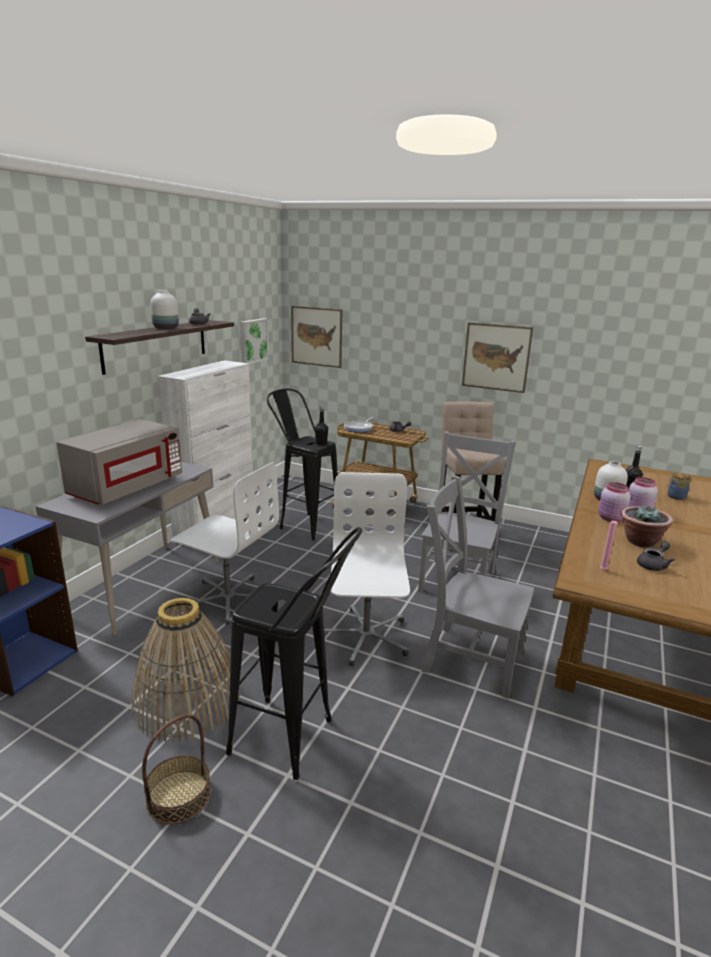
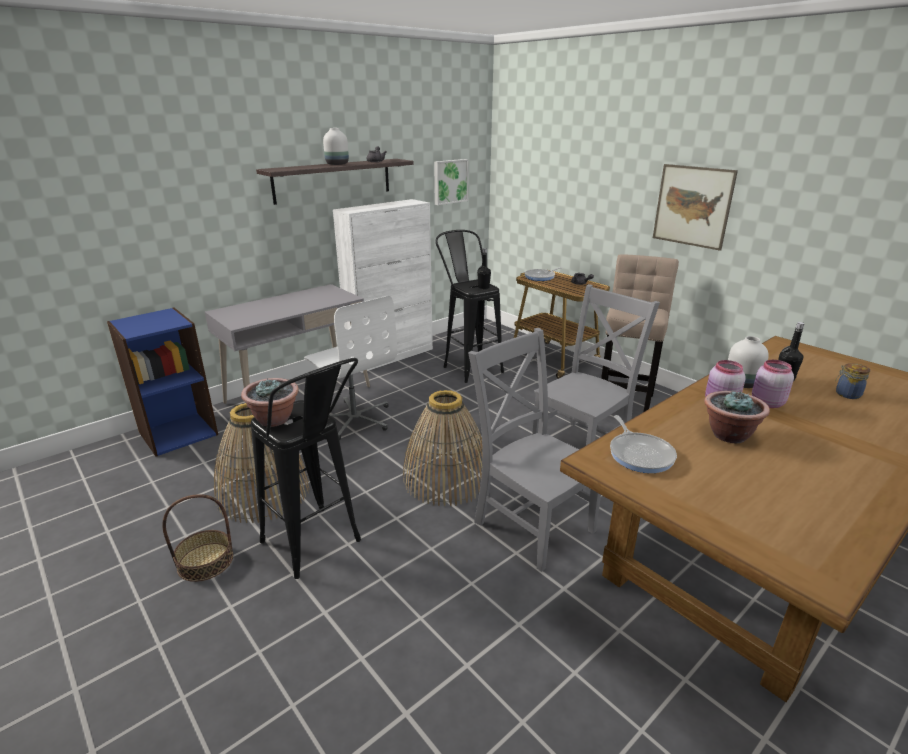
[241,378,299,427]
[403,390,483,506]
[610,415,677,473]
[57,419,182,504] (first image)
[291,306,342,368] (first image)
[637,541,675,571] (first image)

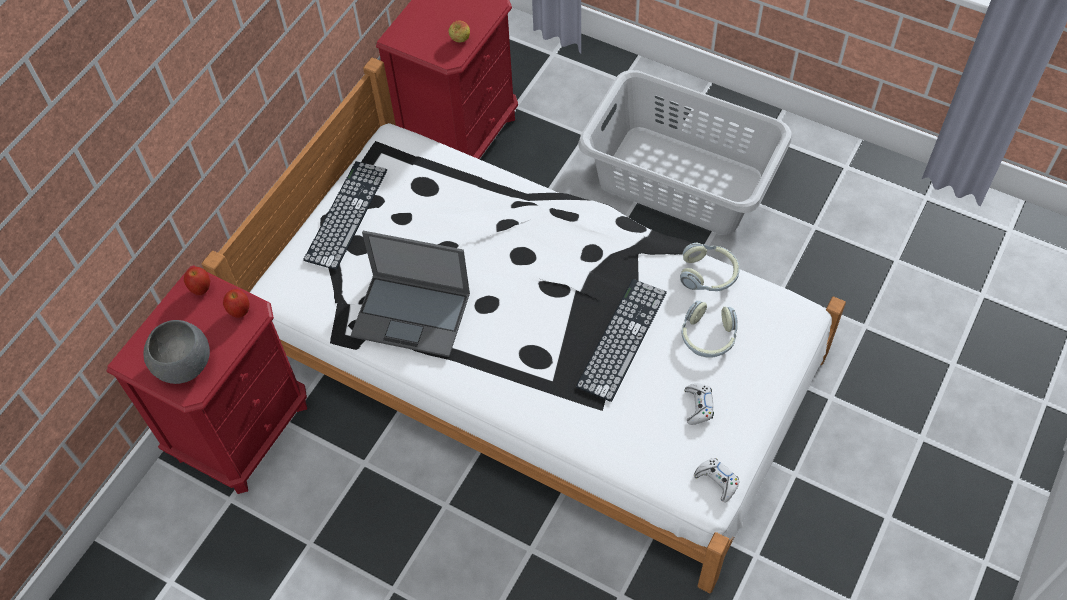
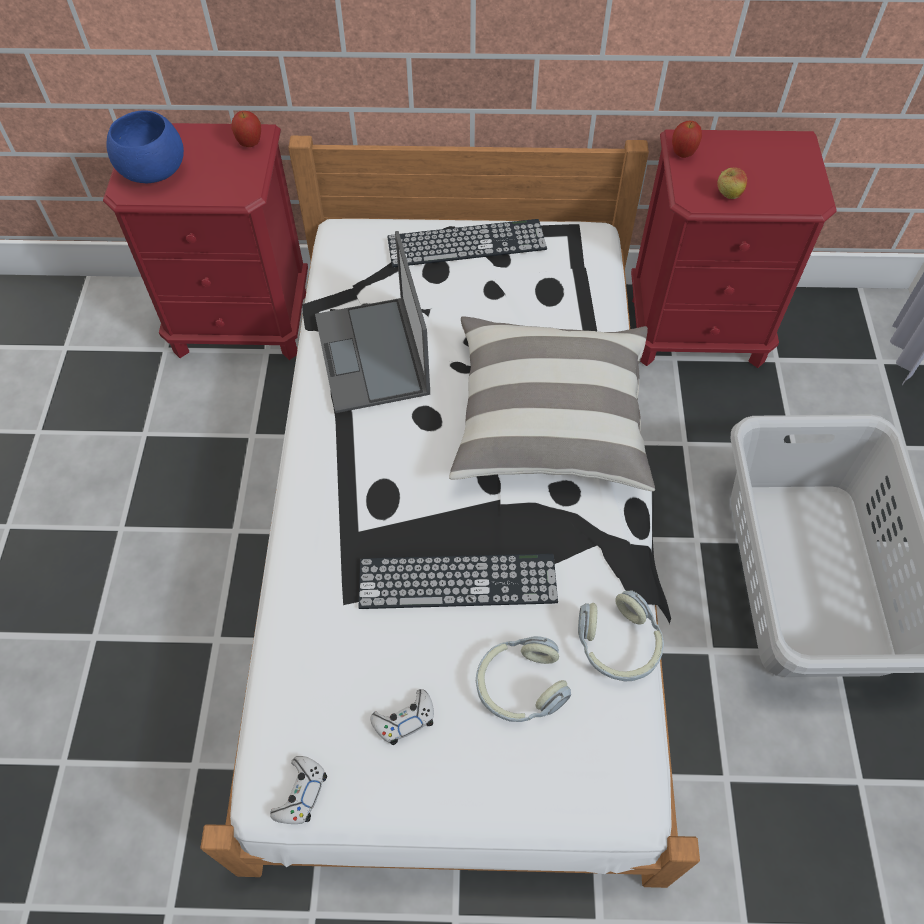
[107,110,184,183]
[449,316,655,491]
[672,121,702,158]

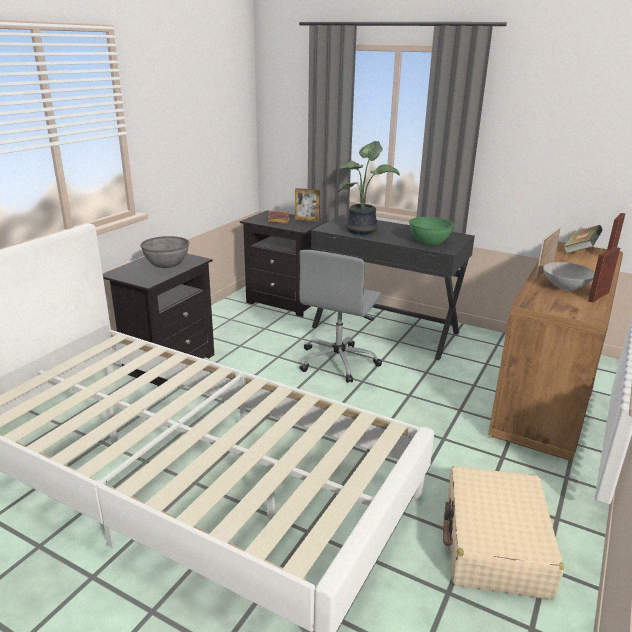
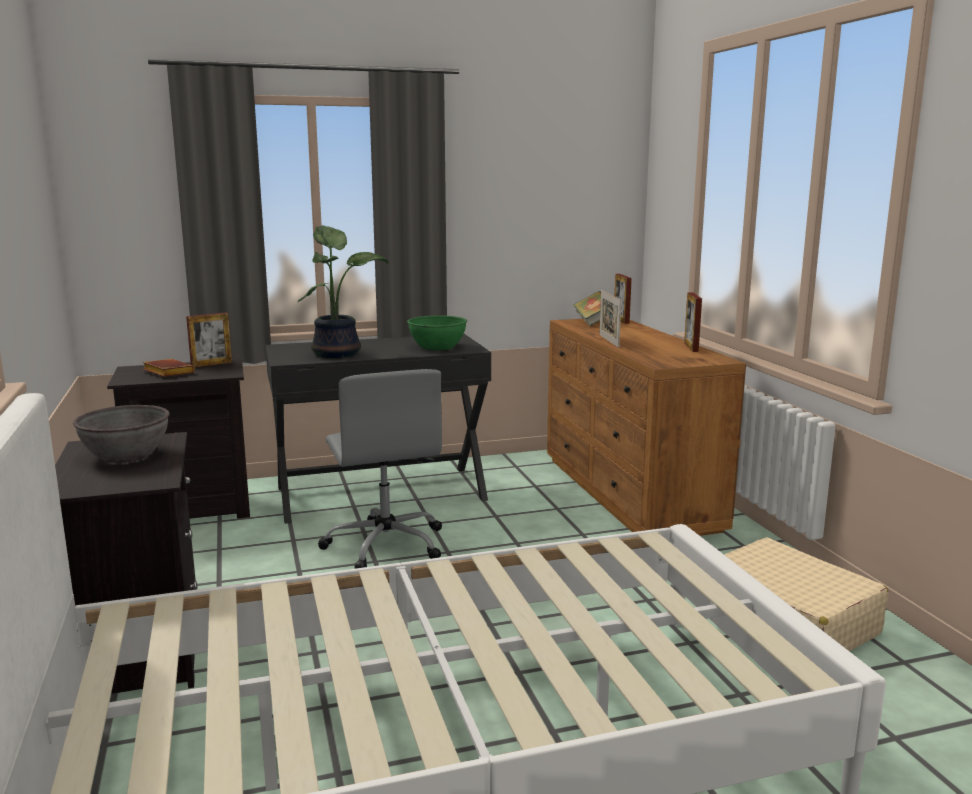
[543,262,595,291] (first image)

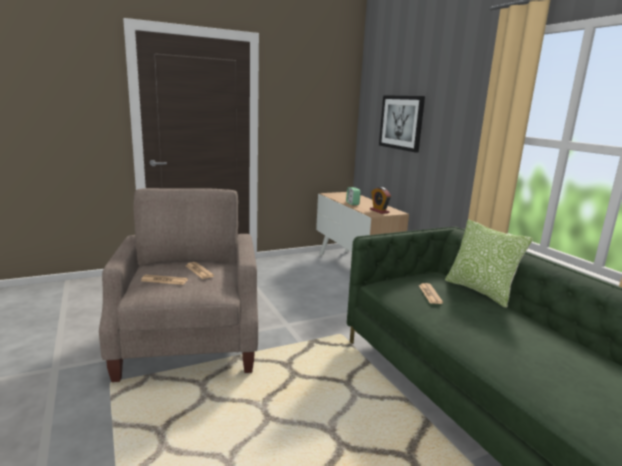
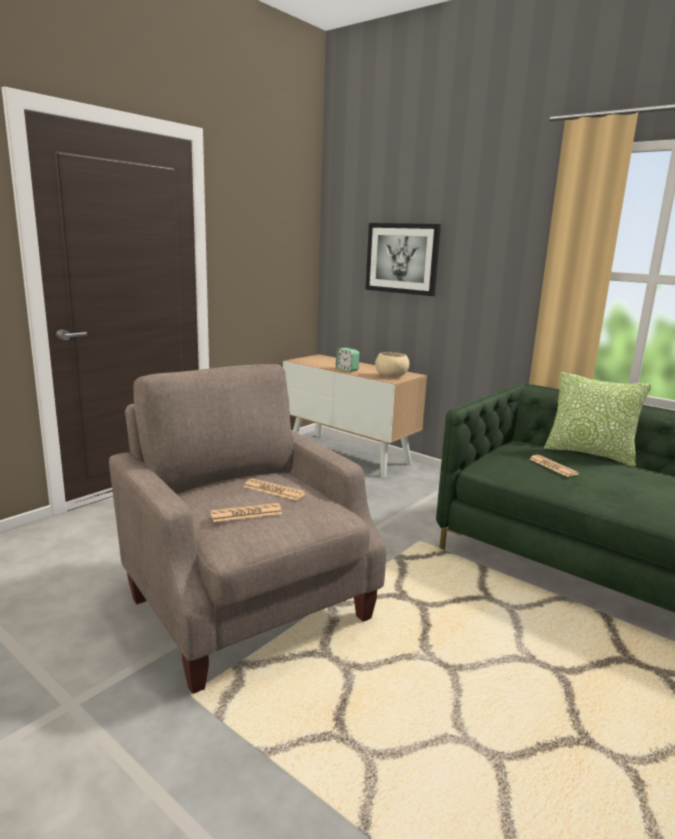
[375,352,409,377]

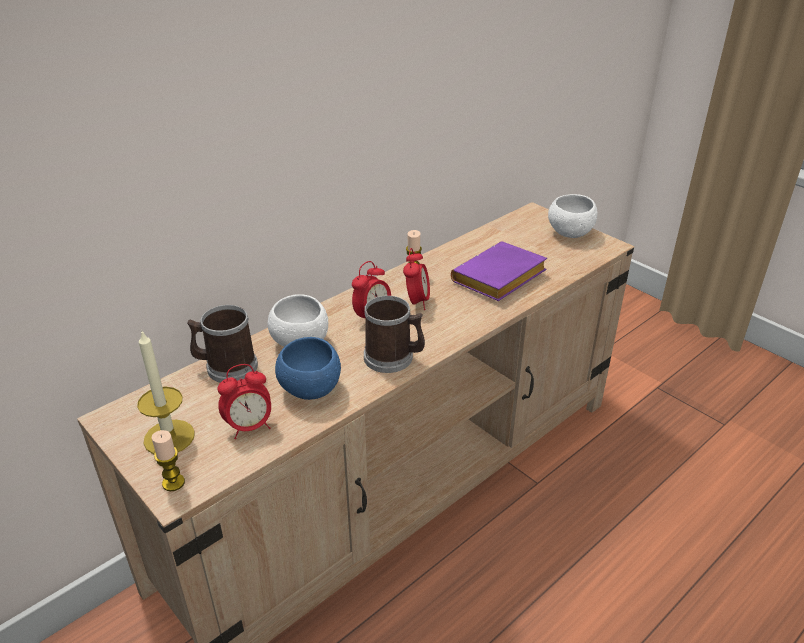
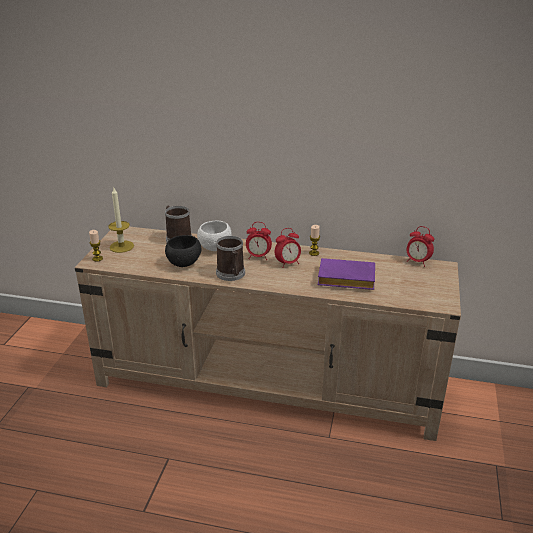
[165,235,201,267]
[407,226,434,267]
[548,194,597,238] (first image)

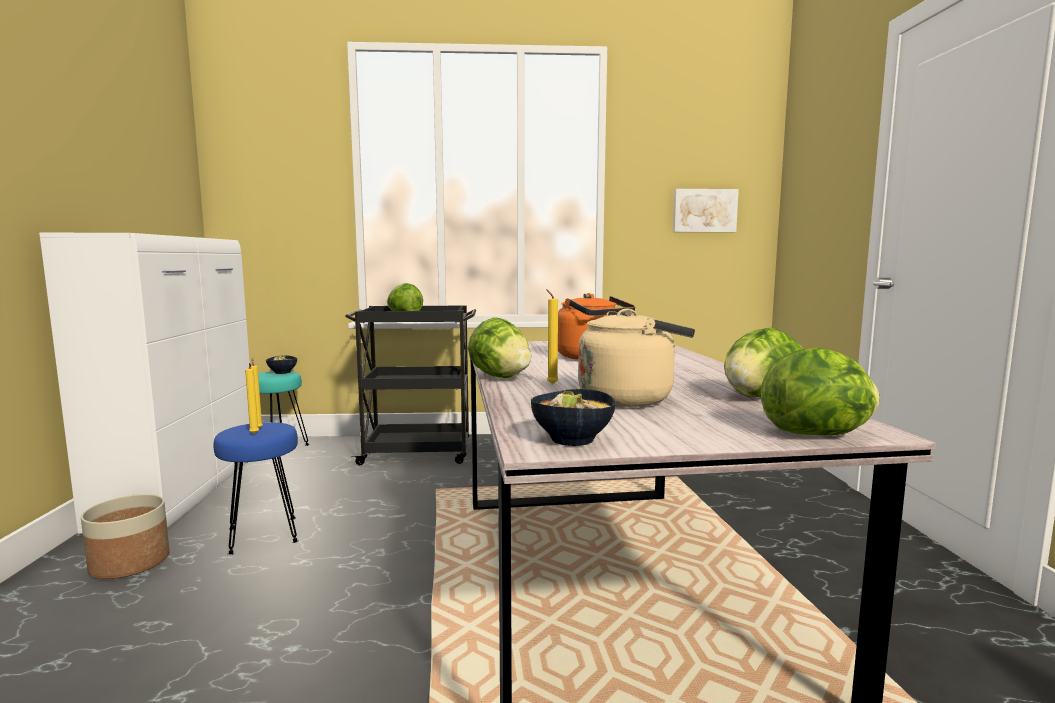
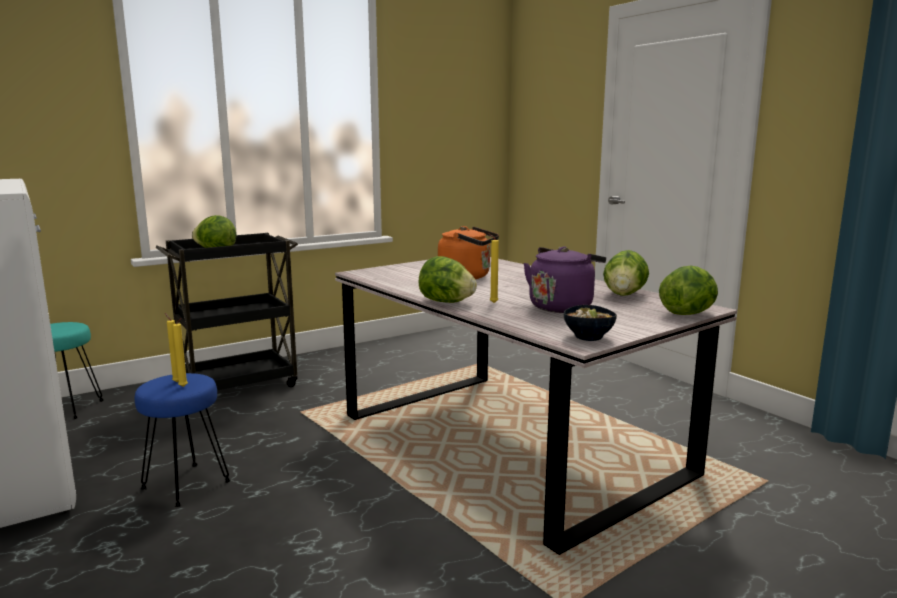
[523,246,606,313]
[81,494,170,579] (first image)
[266,355,297,374] (first image)
[673,189,739,232] (first image)

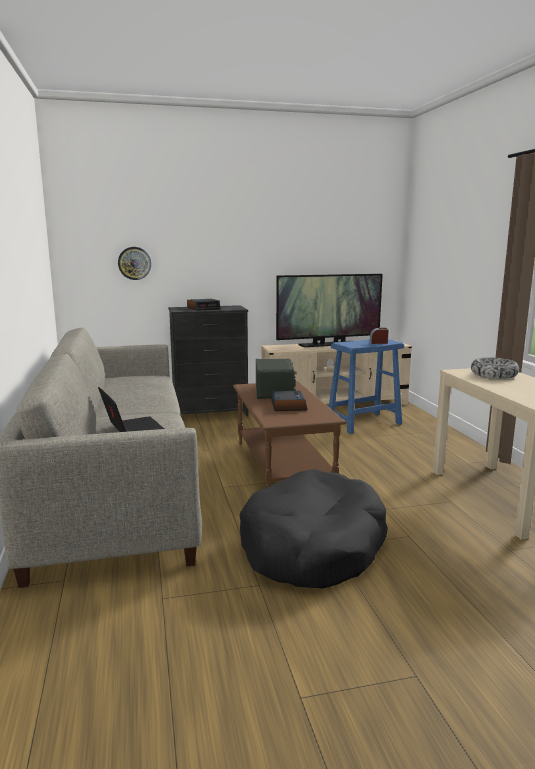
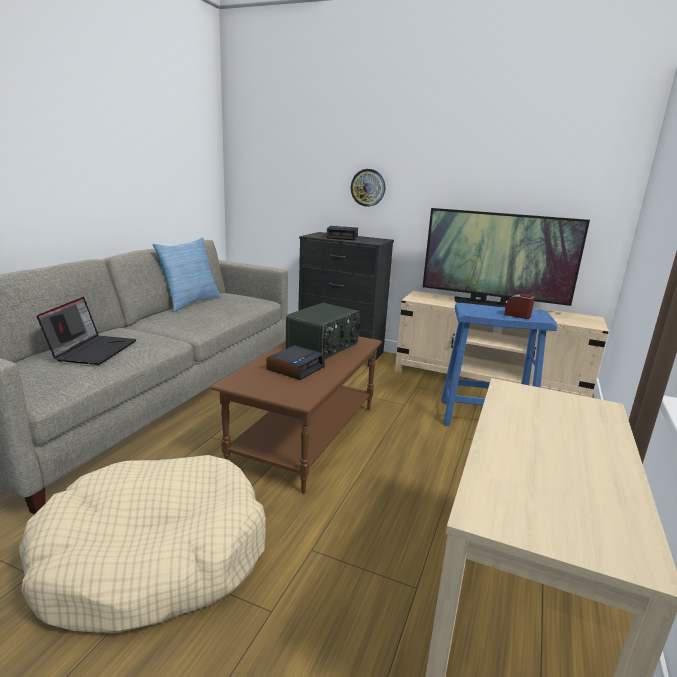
[19,455,266,634]
[152,237,222,312]
[351,169,385,207]
[471,357,519,379] (first image)

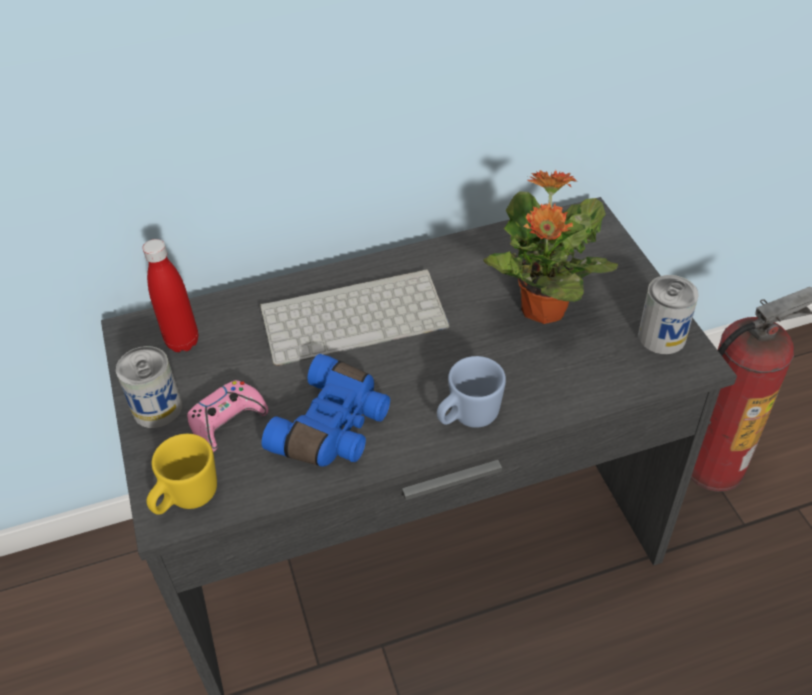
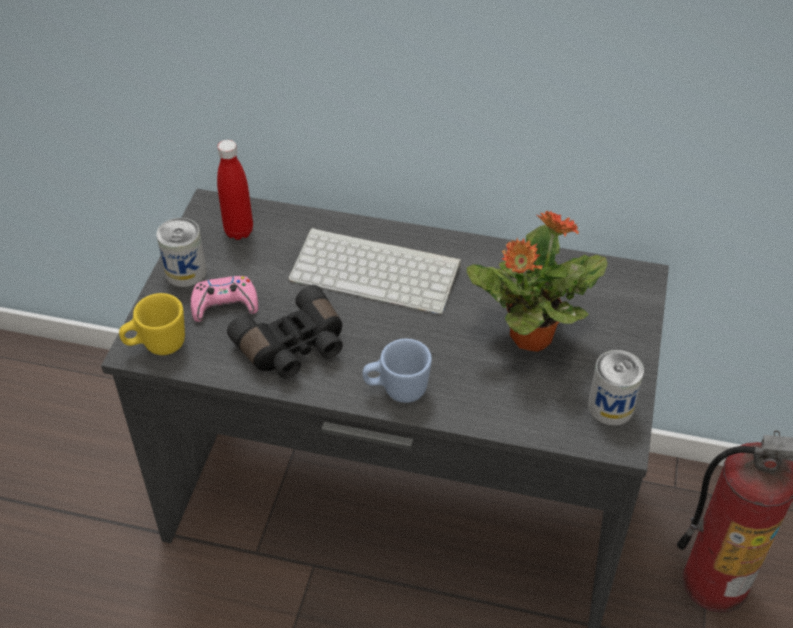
[227,285,343,379]

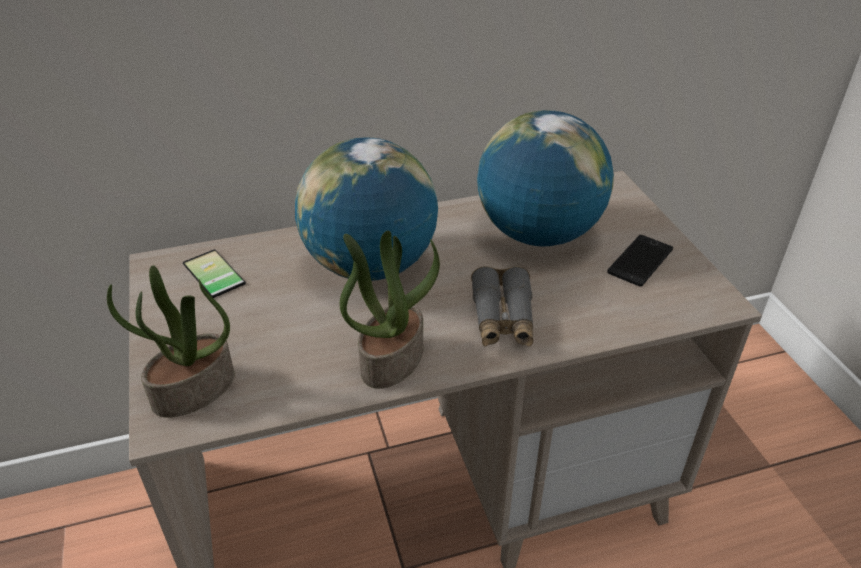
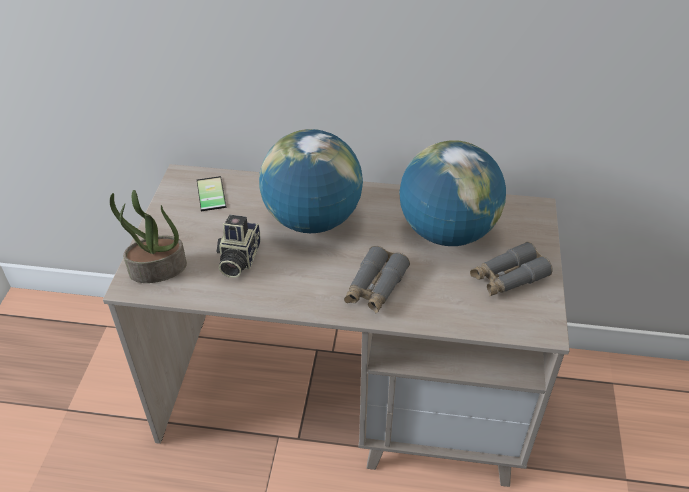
[216,215,261,278]
[470,242,553,297]
[340,231,440,389] (first image)

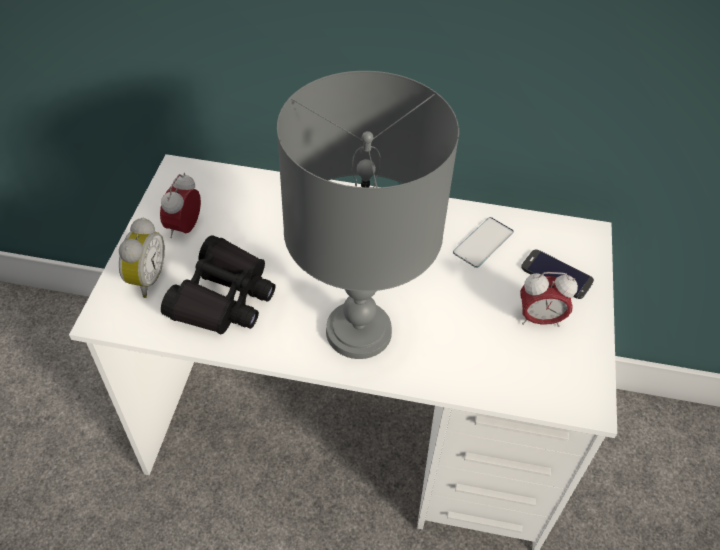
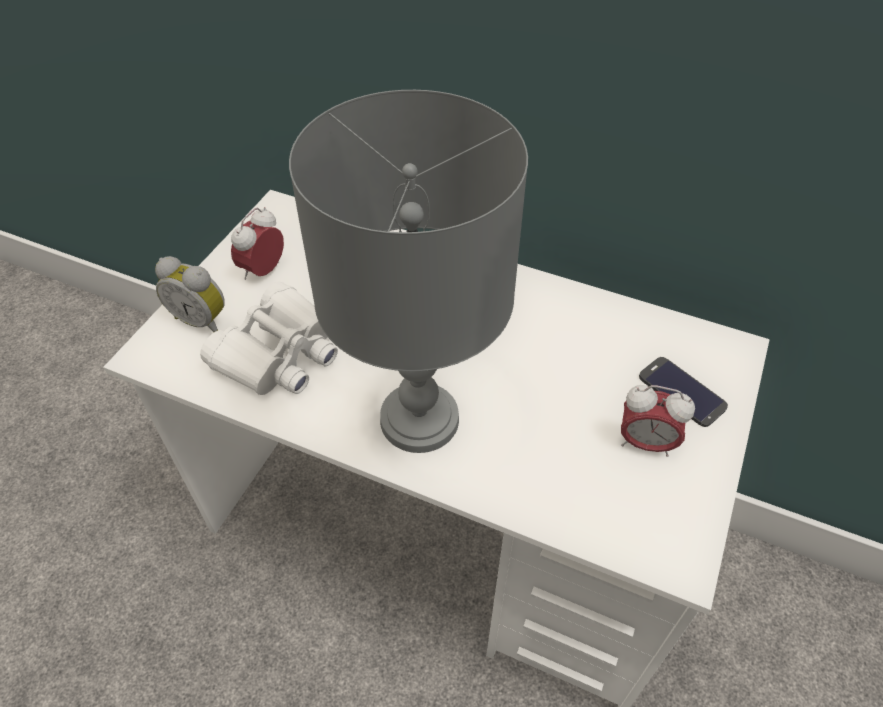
[155,256,225,332]
[200,282,338,395]
[453,217,514,268] (first image)

